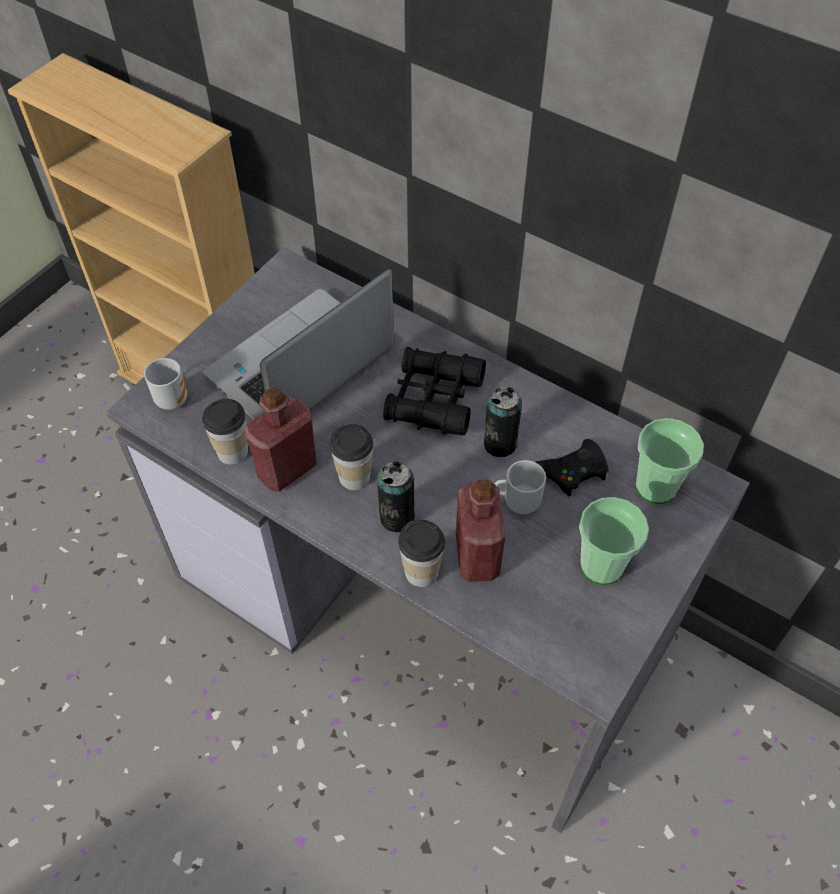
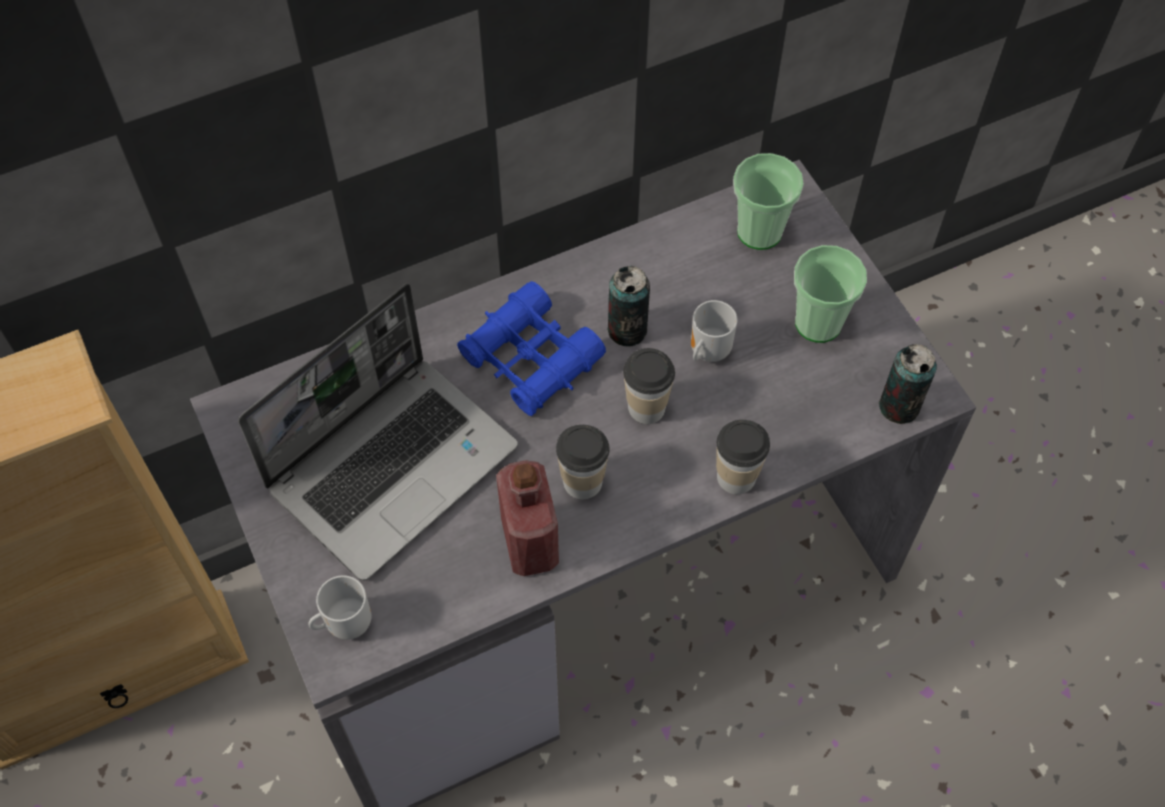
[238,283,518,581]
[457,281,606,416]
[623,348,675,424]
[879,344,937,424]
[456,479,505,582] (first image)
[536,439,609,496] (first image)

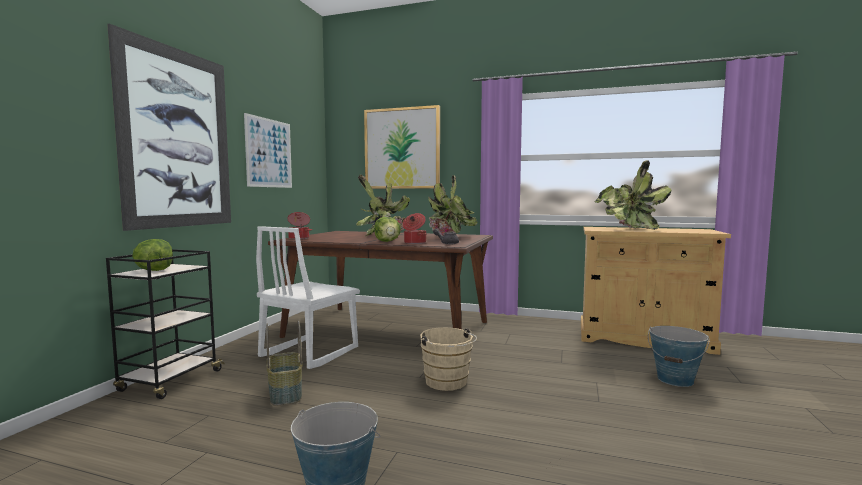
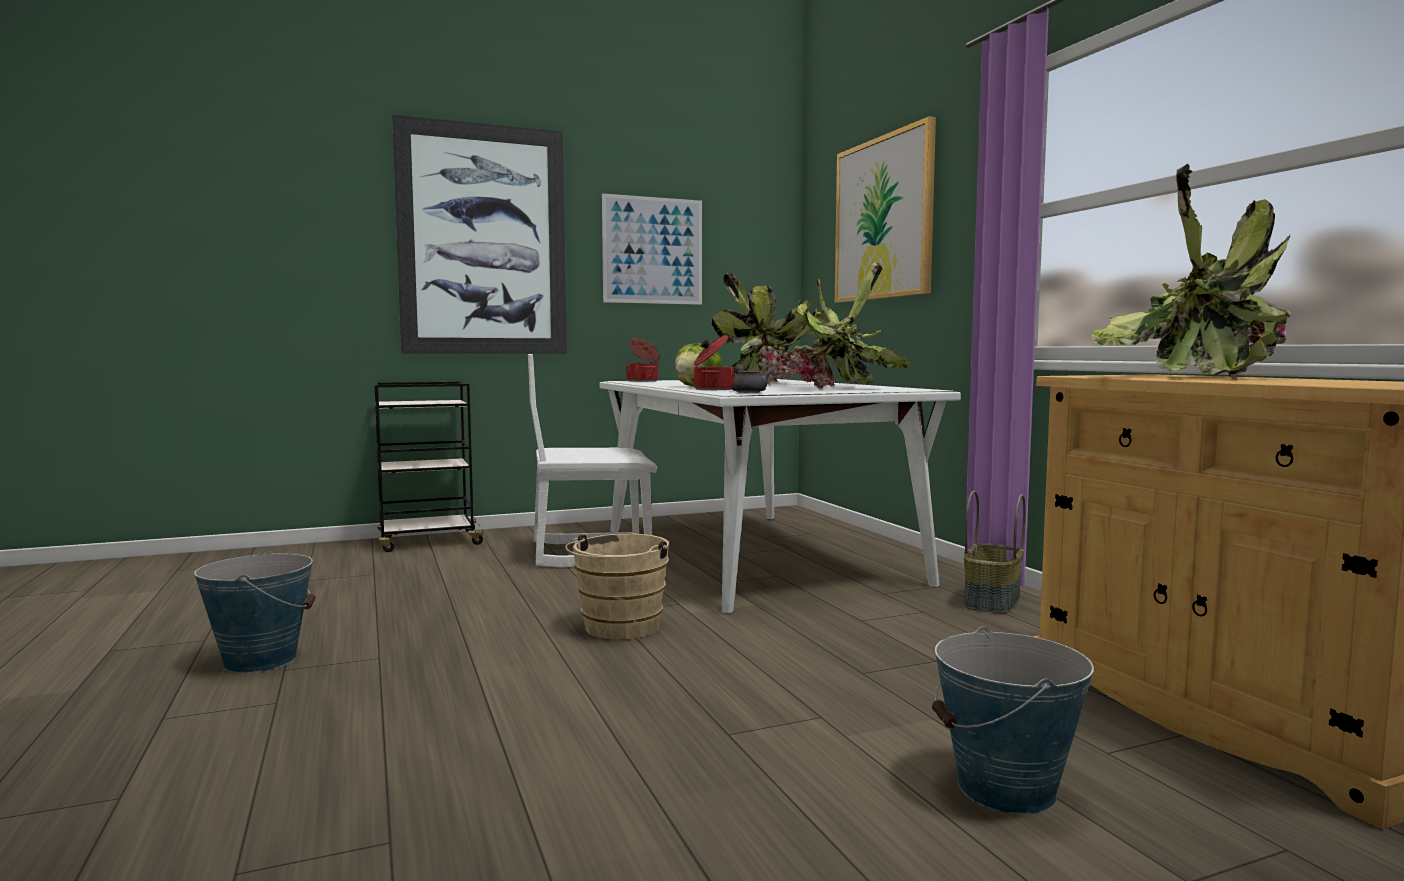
[600,379,961,613]
[964,491,1026,614]
[132,239,173,271] (first image)

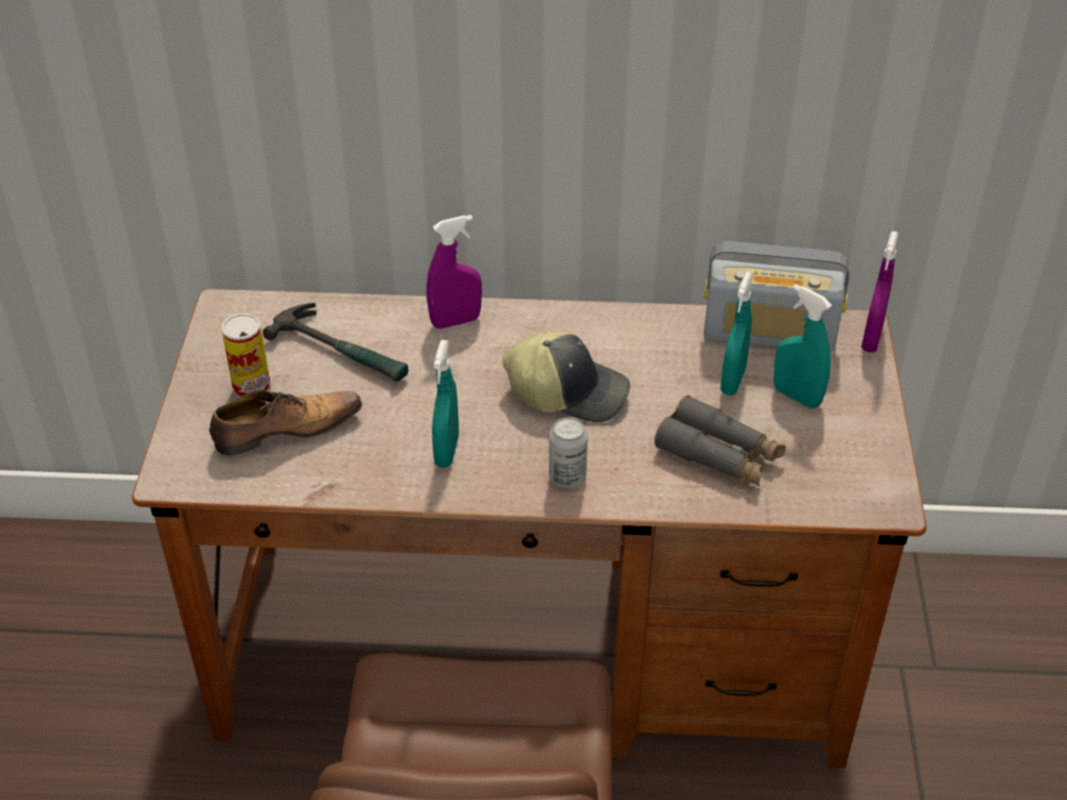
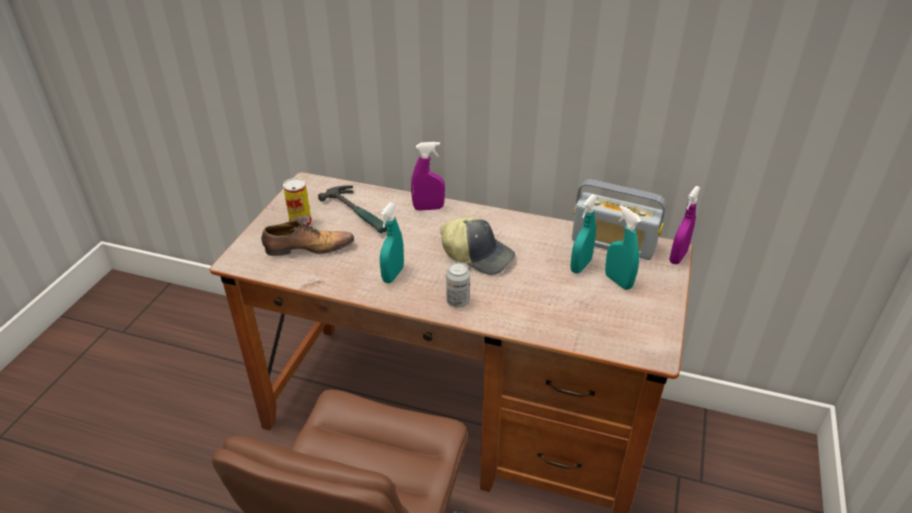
[654,395,786,486] (first image)

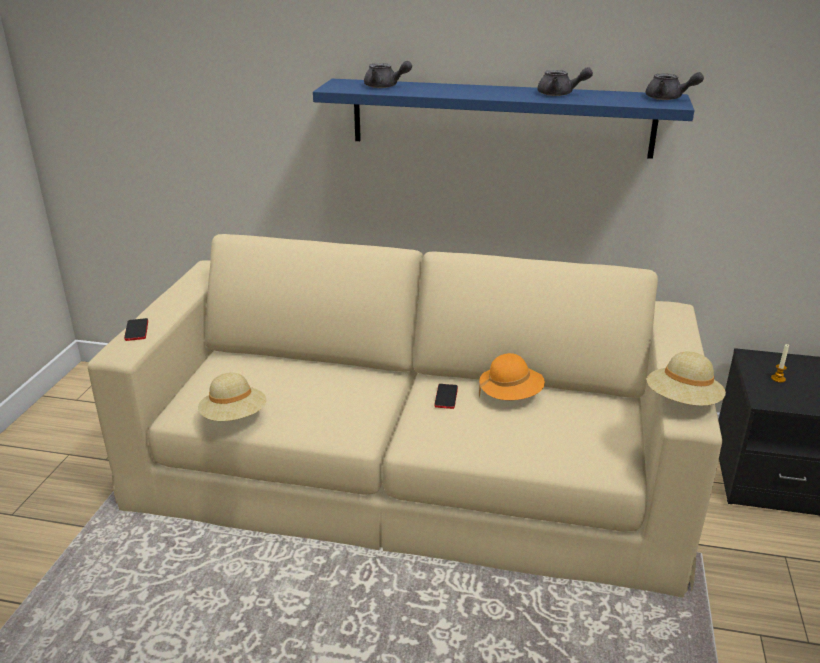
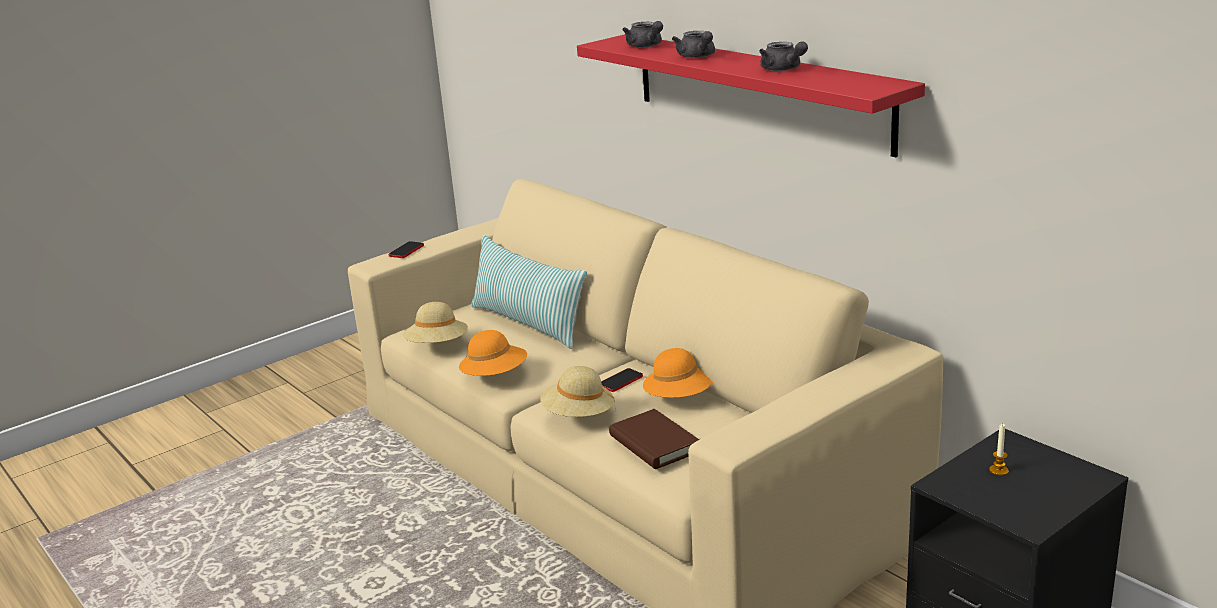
[459,330,527,376]
[471,235,587,349]
[540,366,616,417]
[577,34,925,157]
[609,409,699,469]
[672,31,715,58]

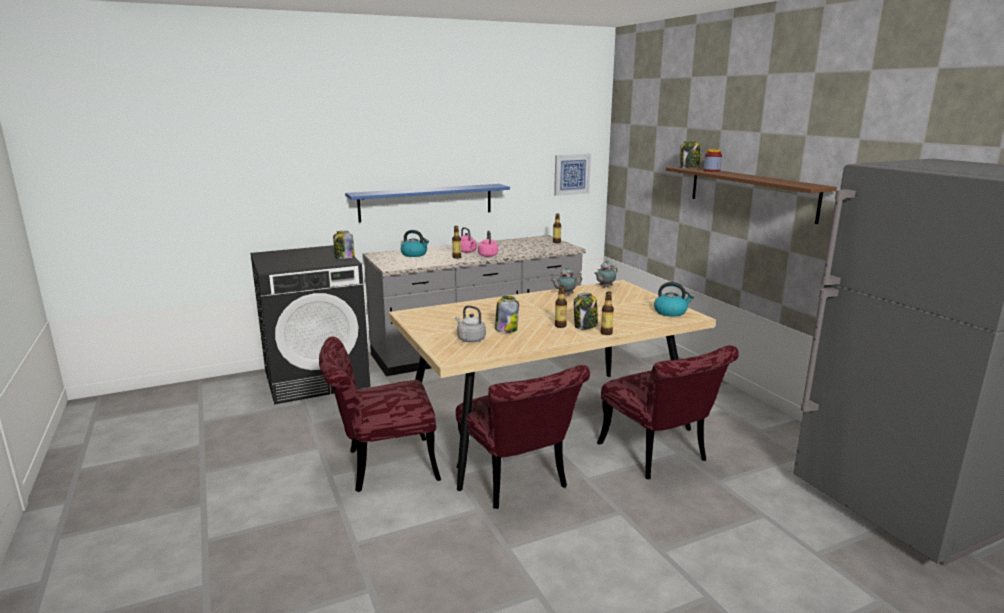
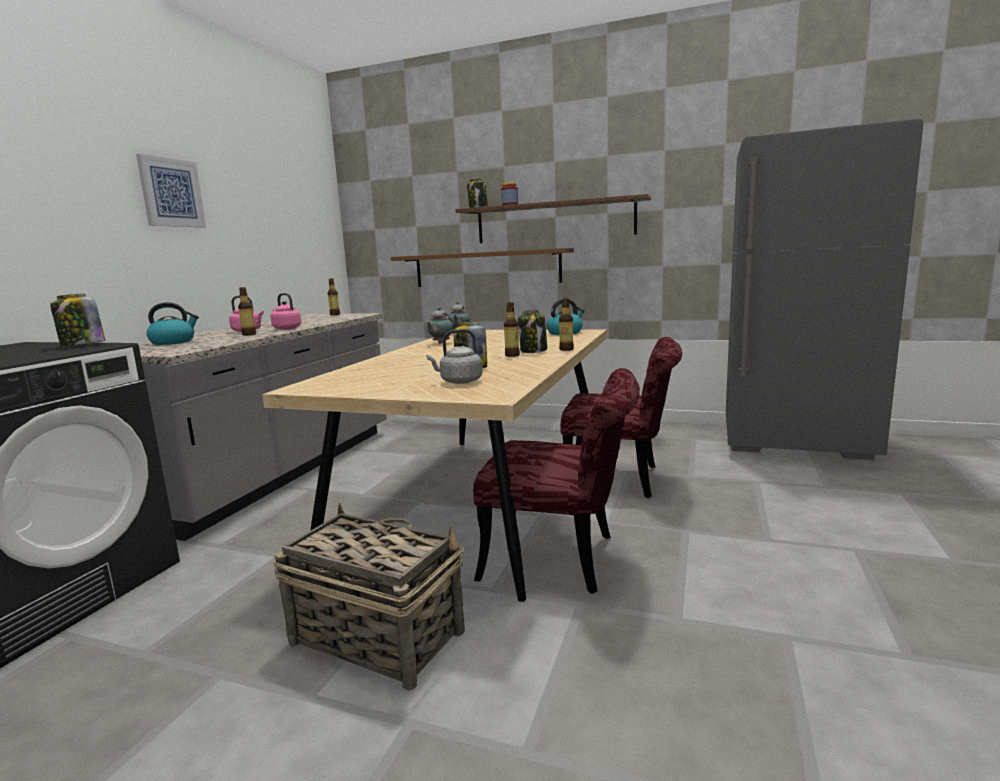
[136,154,206,227]
[273,503,465,691]
[391,248,574,287]
[345,184,510,223] (first image)

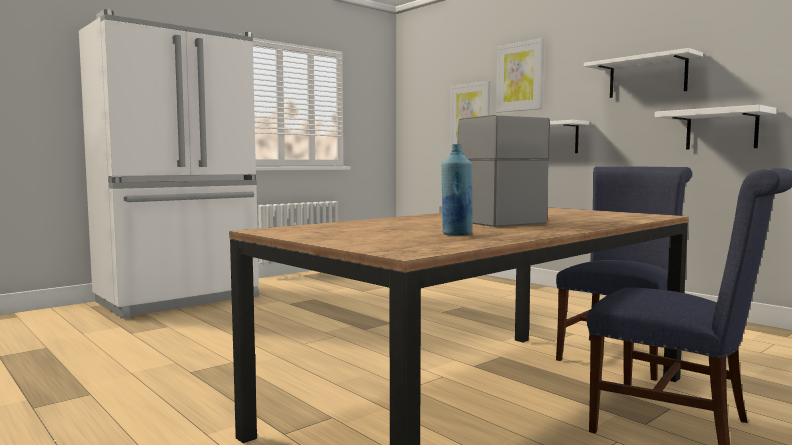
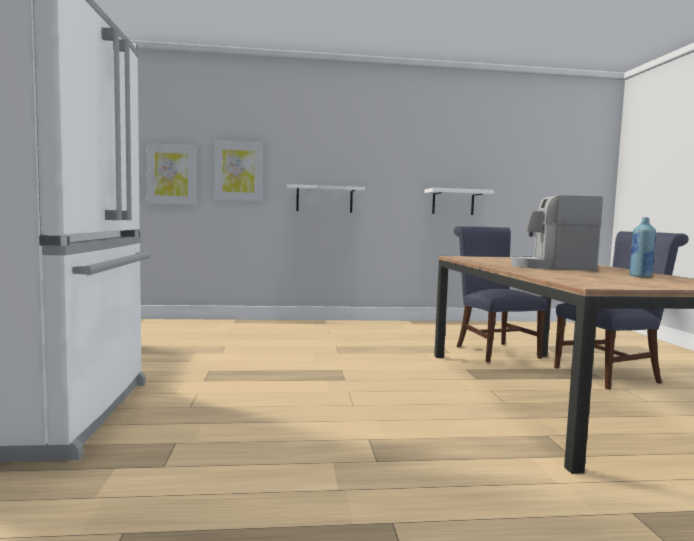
[146,143,197,205]
[584,48,703,98] (first image)

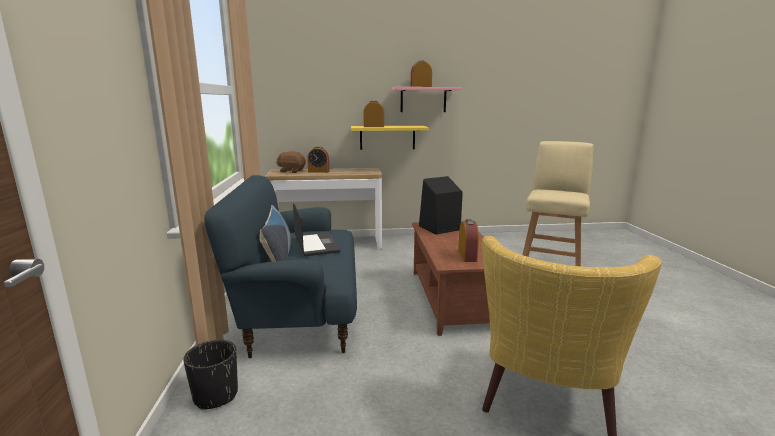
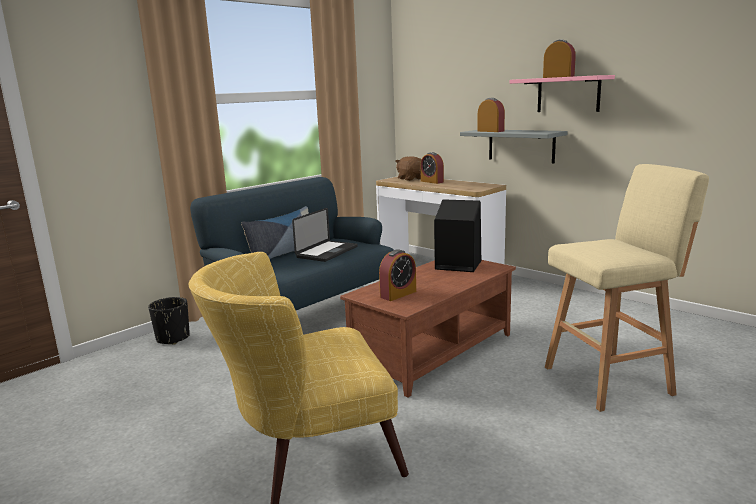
[460,130,568,163]

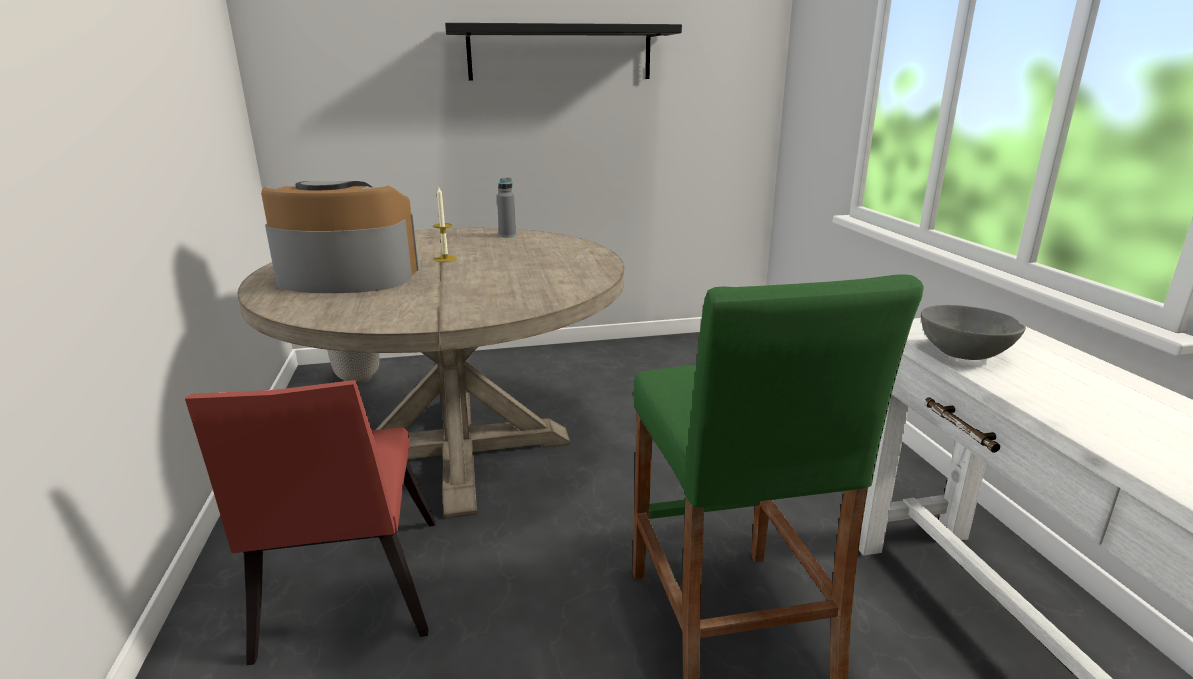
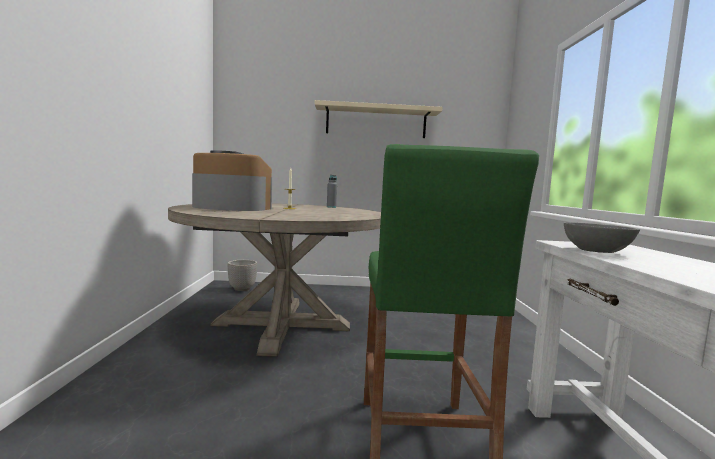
[315,100,443,138]
[185,380,436,665] (first image)

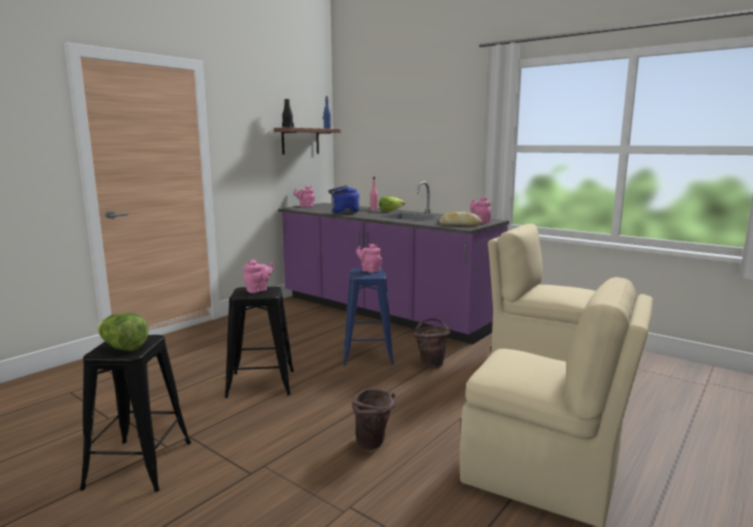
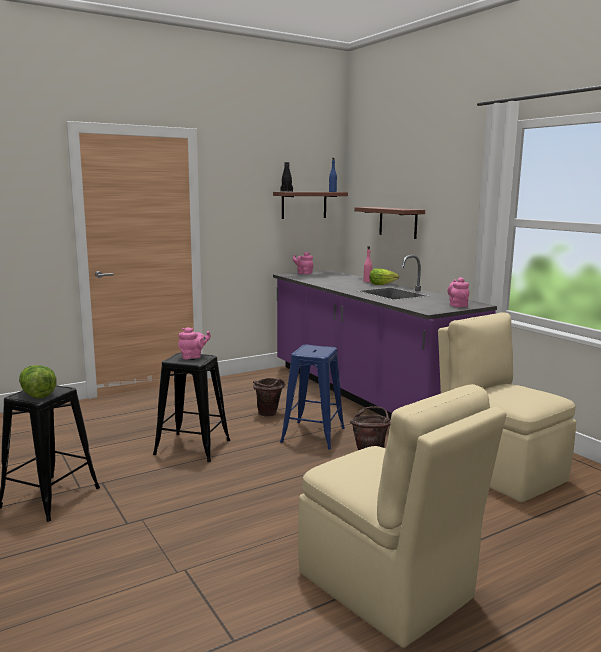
[253,378,285,417]
[354,207,425,239]
[328,186,360,214] (first image)
[356,244,382,273] (first image)
[439,212,482,225] (first image)

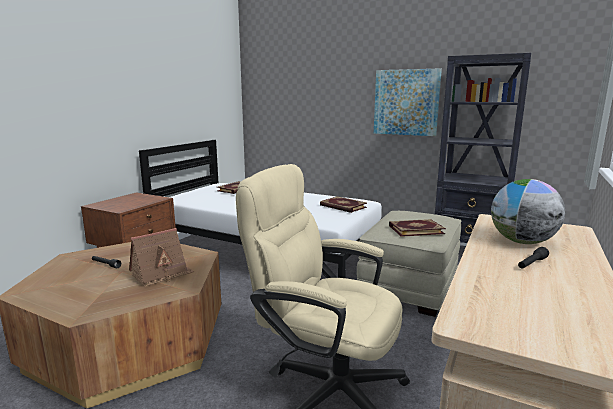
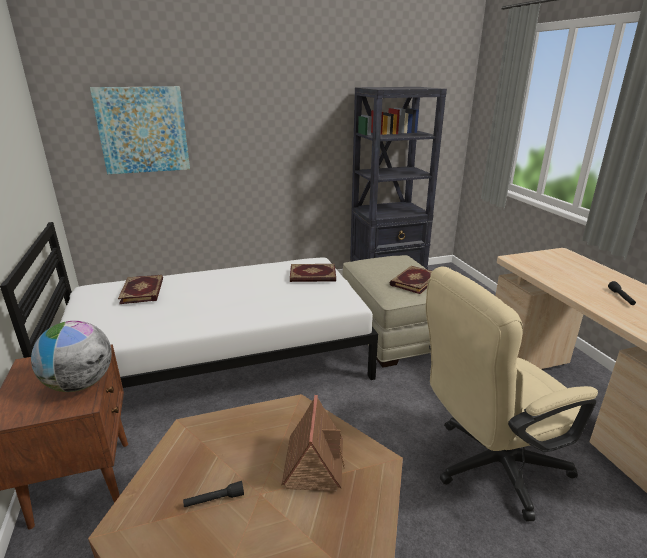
[31,321,112,392]
[90,86,190,174]

